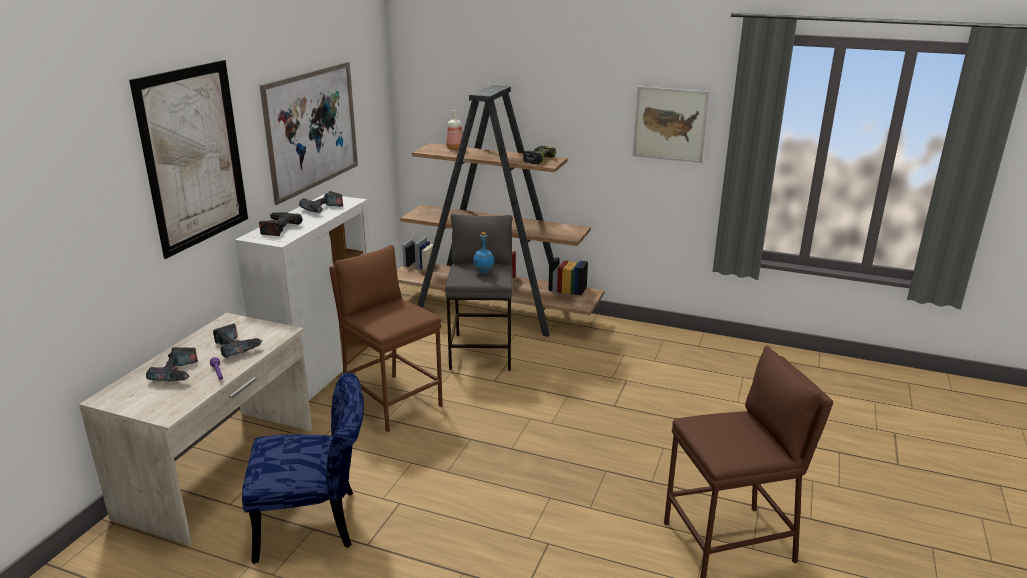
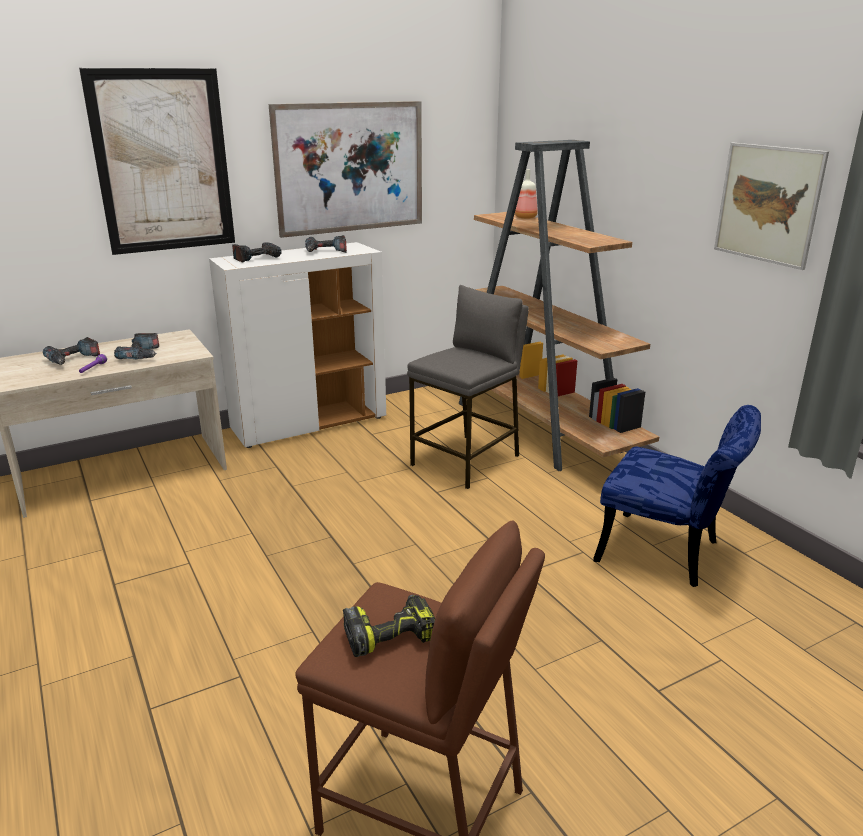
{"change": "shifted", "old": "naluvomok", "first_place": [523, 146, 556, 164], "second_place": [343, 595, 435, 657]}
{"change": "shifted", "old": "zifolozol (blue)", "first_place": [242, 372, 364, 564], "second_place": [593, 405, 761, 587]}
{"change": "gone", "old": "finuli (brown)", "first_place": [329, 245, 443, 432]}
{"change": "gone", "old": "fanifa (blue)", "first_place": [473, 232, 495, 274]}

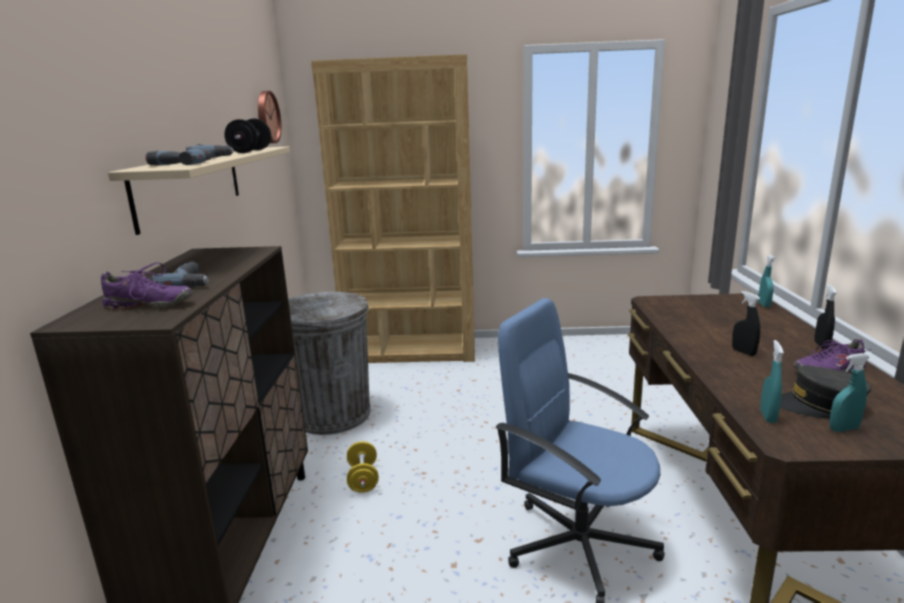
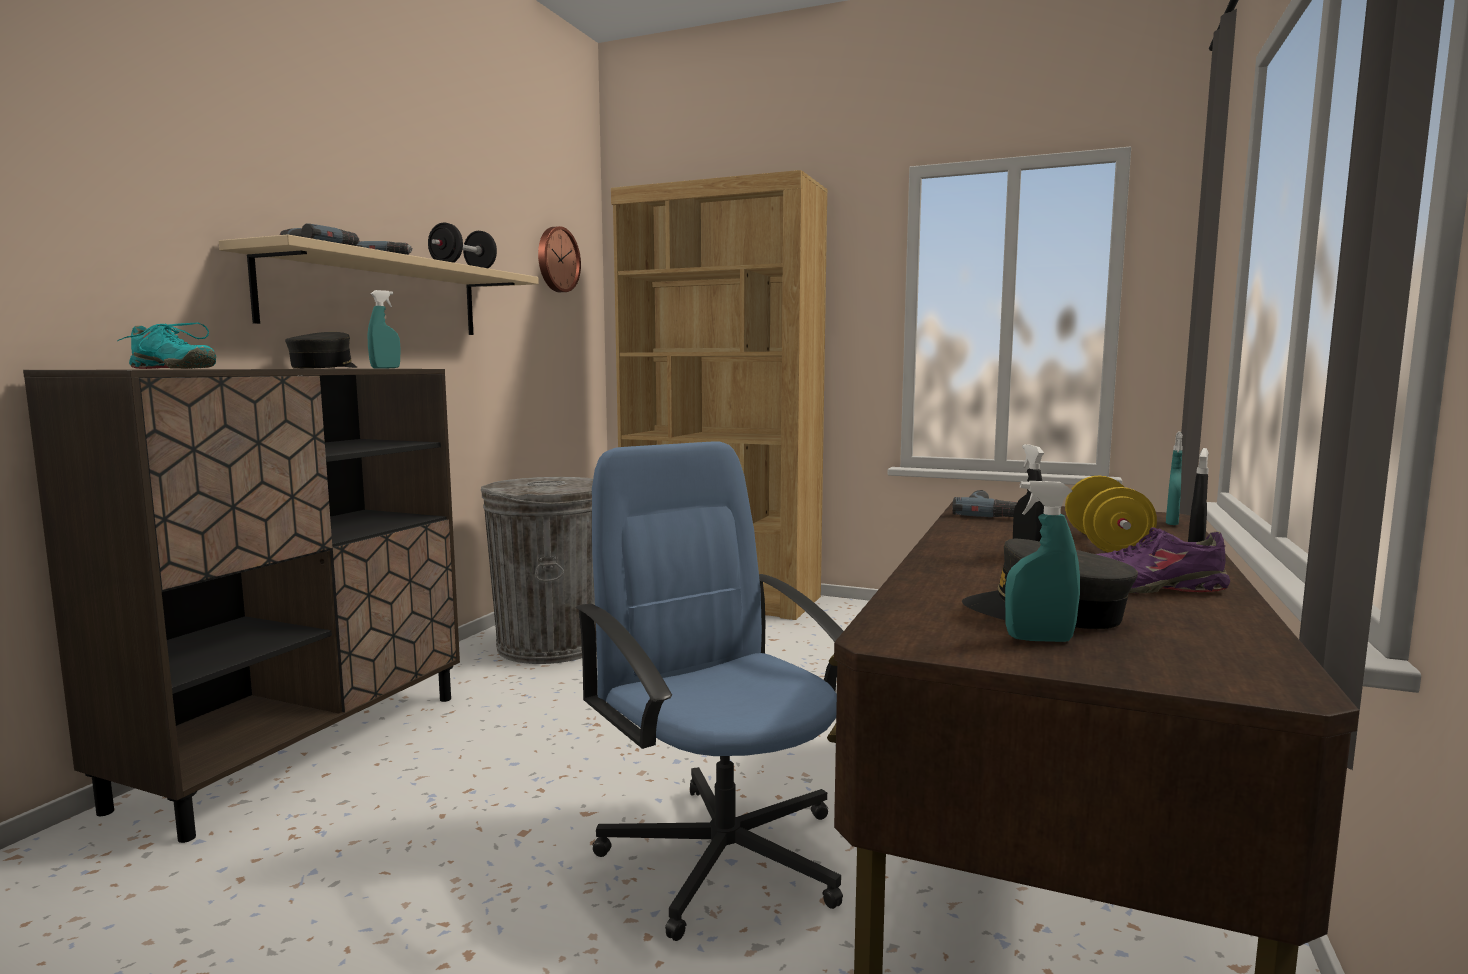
{"change": "repainted", "old": "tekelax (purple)", "new": "tekelax (turquoise)", "first_place": [101, 262, 193, 309], "second_place": [118, 323, 216, 369]}
{"change": "new", "new": "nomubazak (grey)", "second_place": [285, 332, 357, 369]}
{"change": "shifted", "old": "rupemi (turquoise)", "first_place": [760, 340, 784, 423], "second_place": [368, 290, 401, 368]}
{"change": "shifted", "old": "naluvomok", "first_place": [151, 261, 209, 287], "second_place": [952, 490, 1017, 517]}
{"change": "shifted", "old": "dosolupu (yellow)", "first_place": [347, 441, 379, 493], "second_place": [1065, 476, 1157, 553]}

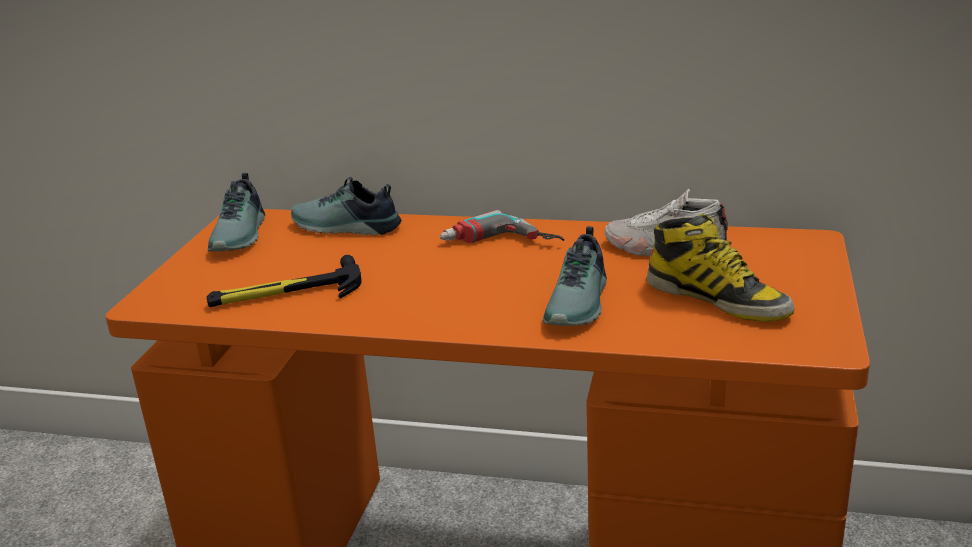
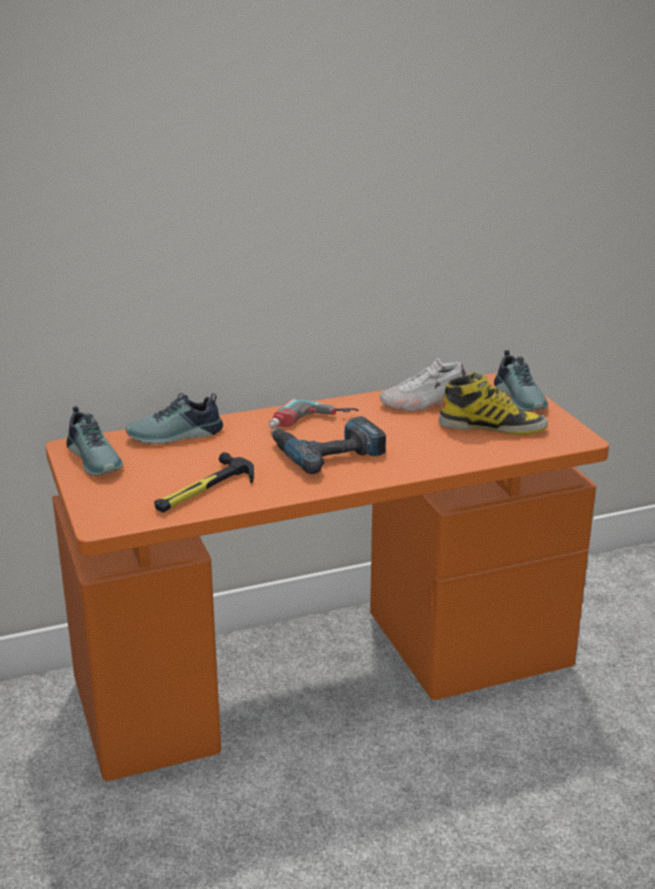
{"change": "new", "new": "naluvomok", "second_place": [272, 416, 386, 474]}
{"change": "shifted", "old": "tekelax", "first_place": [543, 226, 607, 326], "second_place": [494, 350, 548, 411]}

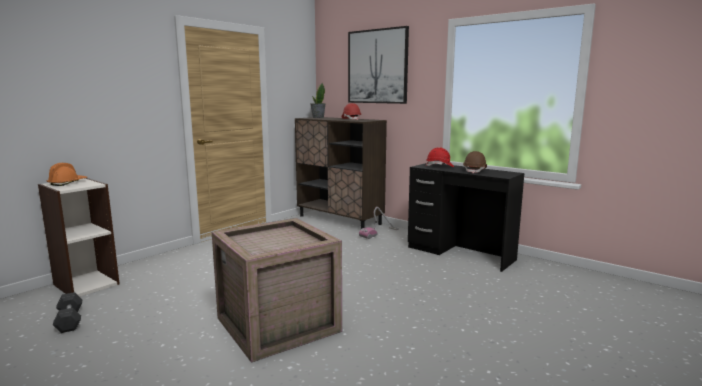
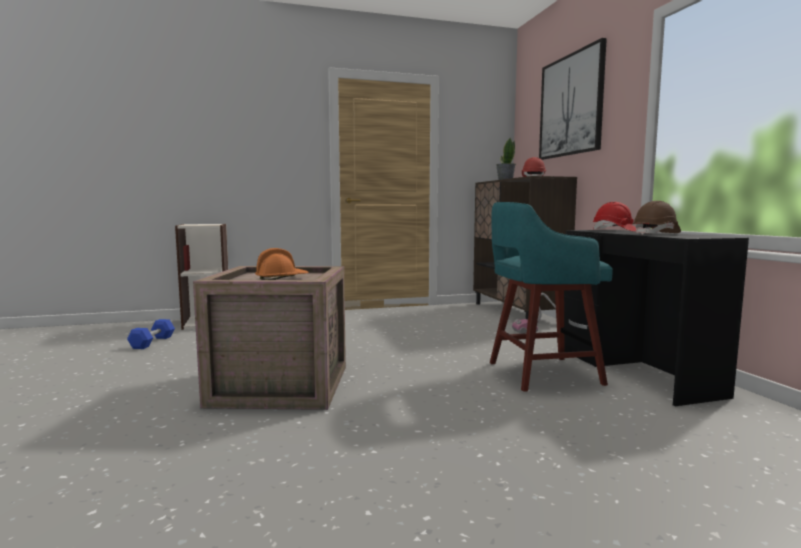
{"change": "repainted", "old": "dosolupu (grey)", "new": "dosolupu (blue)", "first_place": [53, 292, 82, 333], "second_place": [127, 319, 175, 349]}
{"change": "shifted", "old": "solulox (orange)", "first_place": [47, 163, 87, 186], "second_place": [255, 248, 309, 280]}
{"change": "new", "new": "finuli (turquoise)", "second_place": [490, 202, 613, 392]}

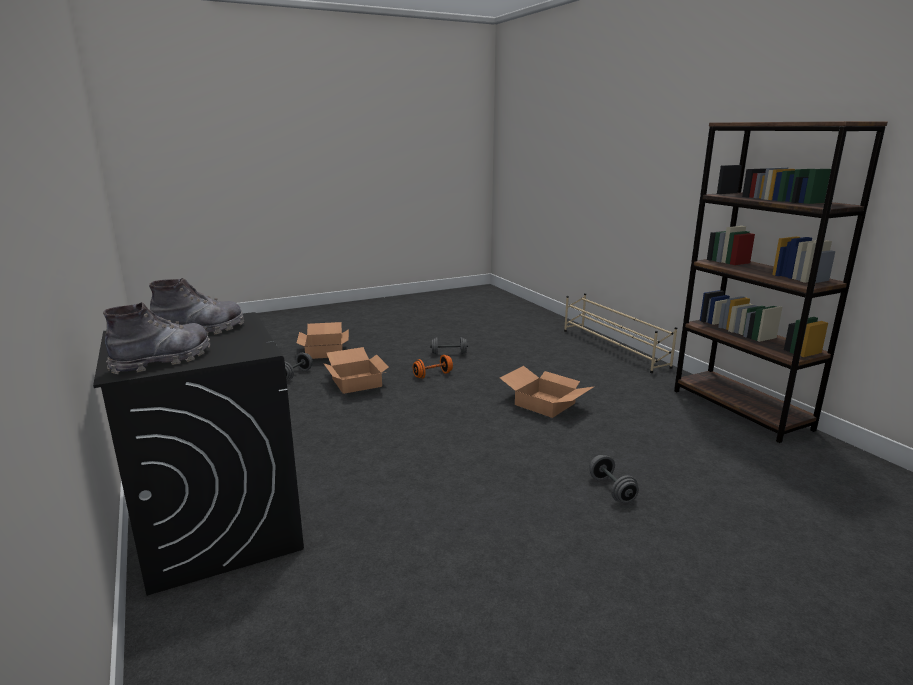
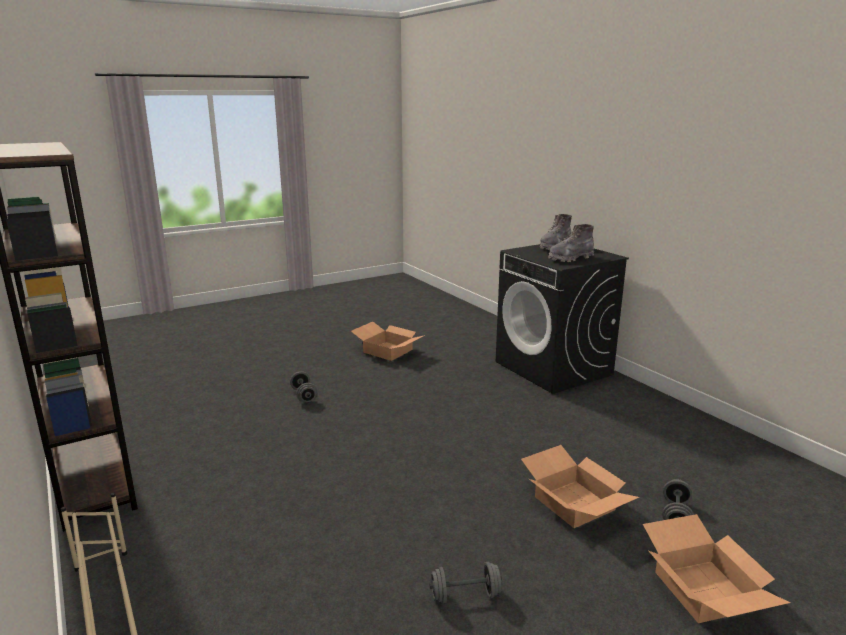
{"change": "shifted", "old": "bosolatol", "first_place": [500, 366, 595, 418], "second_place": [351, 322, 425, 361]}
{"change": "gone", "old": "dosolupu (orange)", "first_place": [413, 355, 453, 379]}

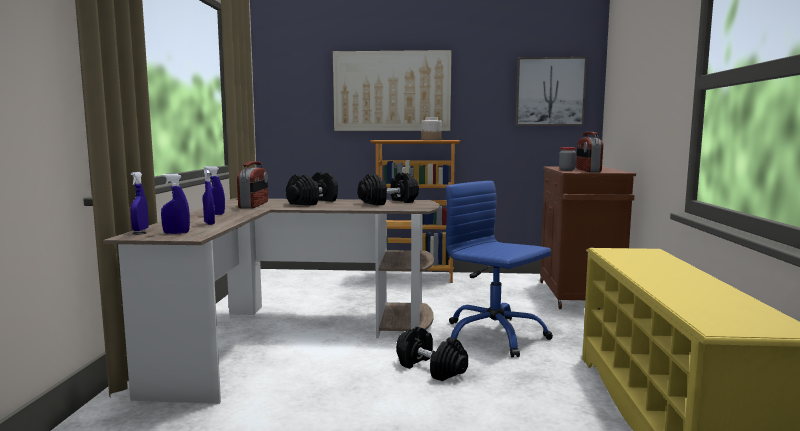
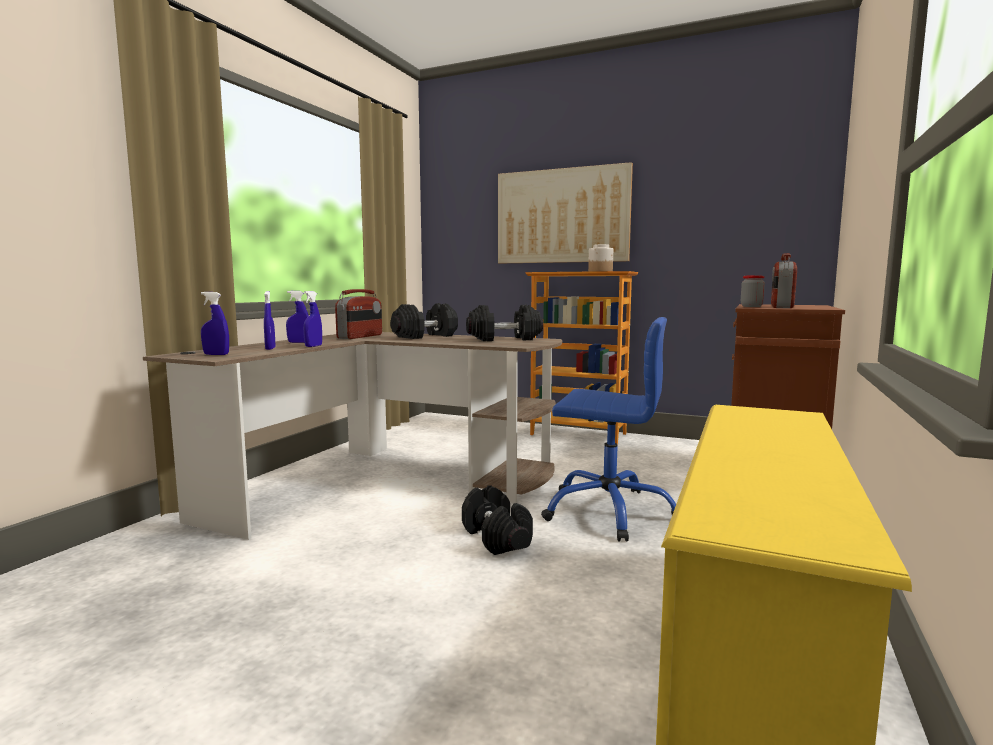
{"change": "shifted", "old": "rupemi (blue)", "first_place": [131, 172, 149, 231], "second_place": [303, 291, 322, 347]}
{"change": "rotated", "old": "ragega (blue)", "first_place": [446, 181, 553, 358], "second_place": [541, 317, 676, 541], "degrees": 135}
{"change": "gone", "old": "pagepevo", "first_place": [516, 57, 587, 126]}

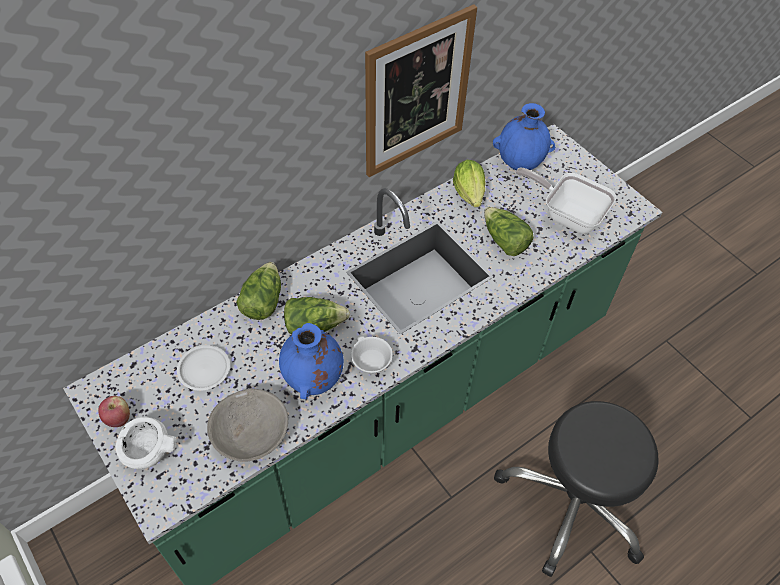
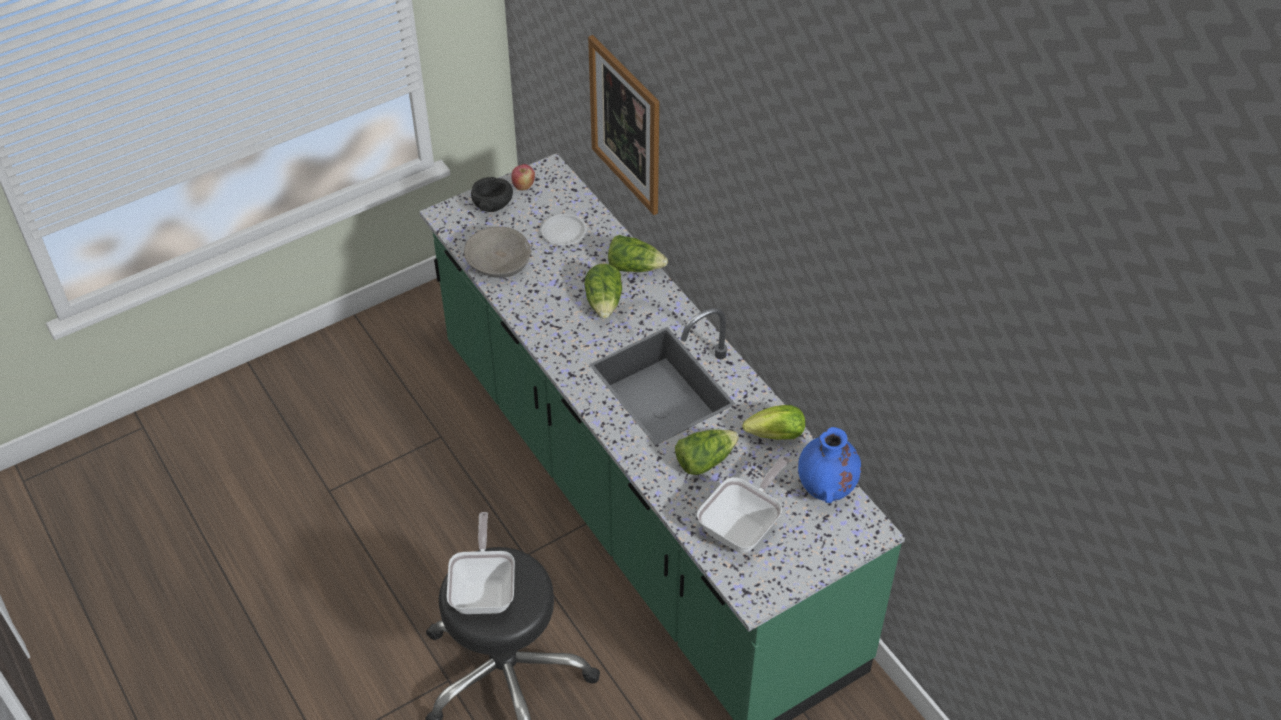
{"change": "new", "new": "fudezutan", "second_place": [446, 512, 515, 614]}
{"change": "repainted", "old": "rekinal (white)", "new": "rekinal (black)", "first_place": [116, 417, 177, 469], "second_place": [471, 177, 513, 212]}
{"change": "shifted", "old": "pagepevo", "first_place": [365, 4, 477, 177], "second_place": [588, 35, 659, 215]}
{"change": "gone", "old": "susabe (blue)", "first_place": [279, 323, 344, 399]}
{"change": "gone", "old": "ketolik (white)", "first_place": [351, 336, 393, 374]}

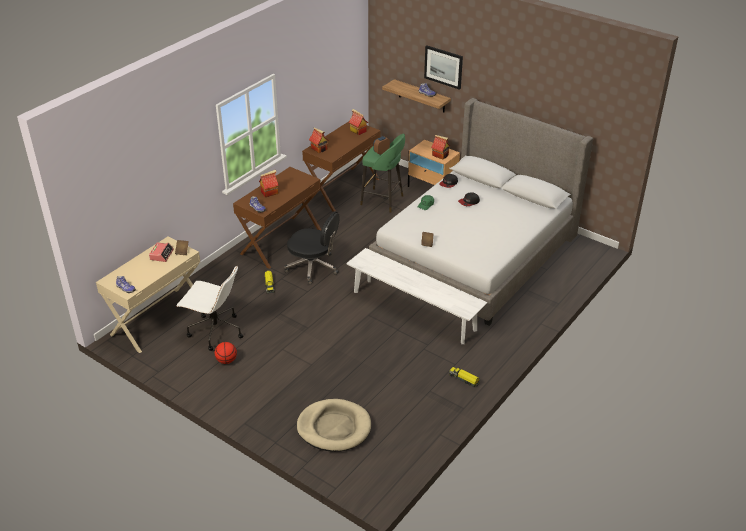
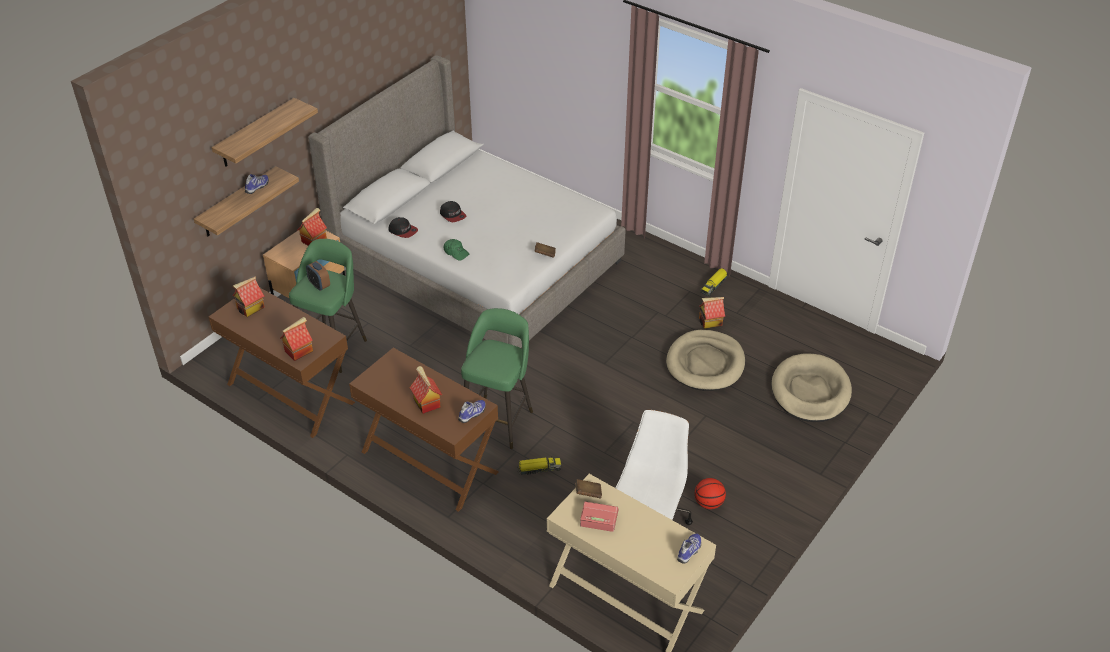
{"change": "swapped", "old": "pagepevo", "new": "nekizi", "first_place": [424, 45, 463, 90], "second_place": [211, 98, 318, 167]}
{"change": "swapped", "old": "ragega (black)", "new": "finuli (green)", "first_place": [284, 211, 340, 285], "second_place": [461, 308, 533, 449]}
{"change": "new", "new": "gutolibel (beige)", "second_place": [666, 330, 745, 391]}
{"change": "new", "new": "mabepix", "second_place": [699, 297, 725, 329]}
{"change": "gone", "old": "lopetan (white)", "first_place": [346, 248, 487, 344]}

